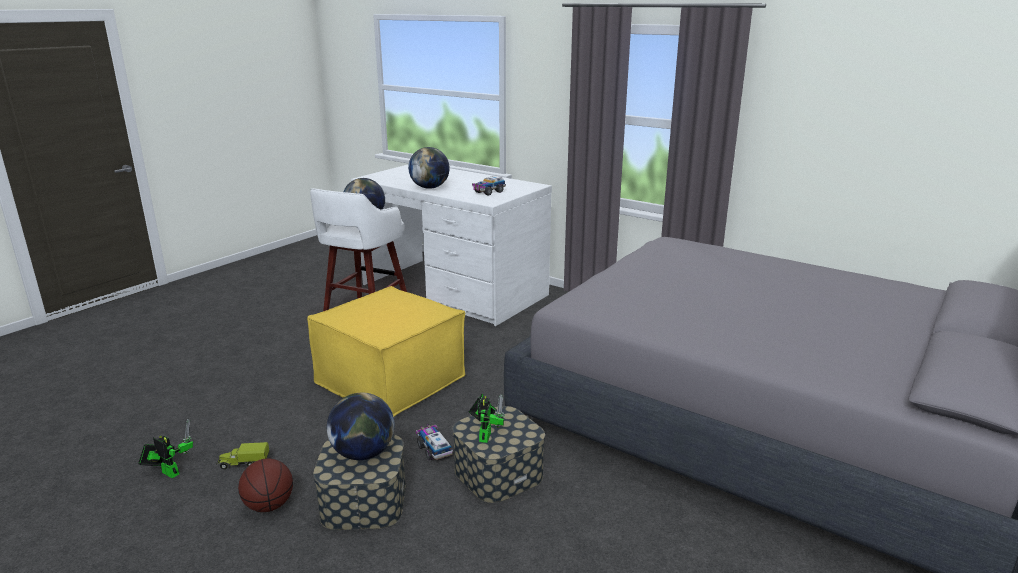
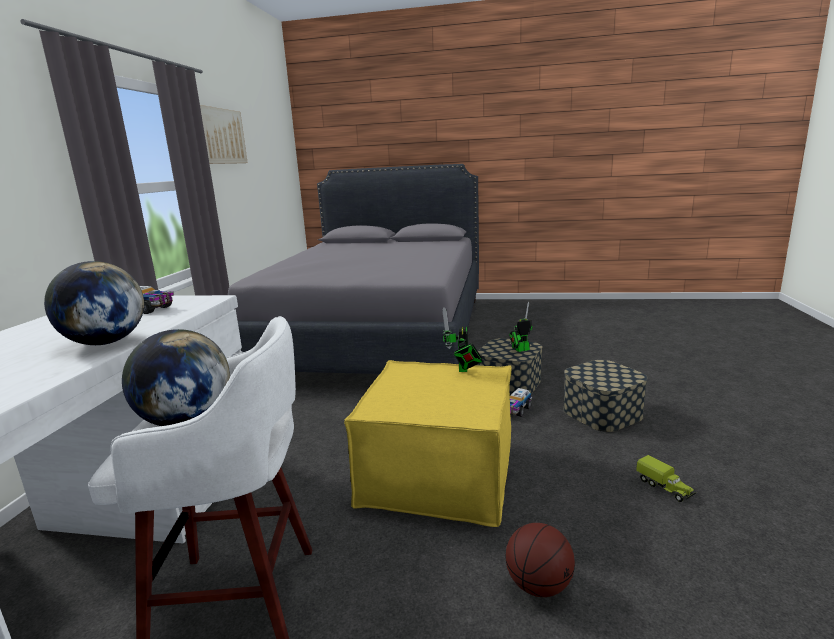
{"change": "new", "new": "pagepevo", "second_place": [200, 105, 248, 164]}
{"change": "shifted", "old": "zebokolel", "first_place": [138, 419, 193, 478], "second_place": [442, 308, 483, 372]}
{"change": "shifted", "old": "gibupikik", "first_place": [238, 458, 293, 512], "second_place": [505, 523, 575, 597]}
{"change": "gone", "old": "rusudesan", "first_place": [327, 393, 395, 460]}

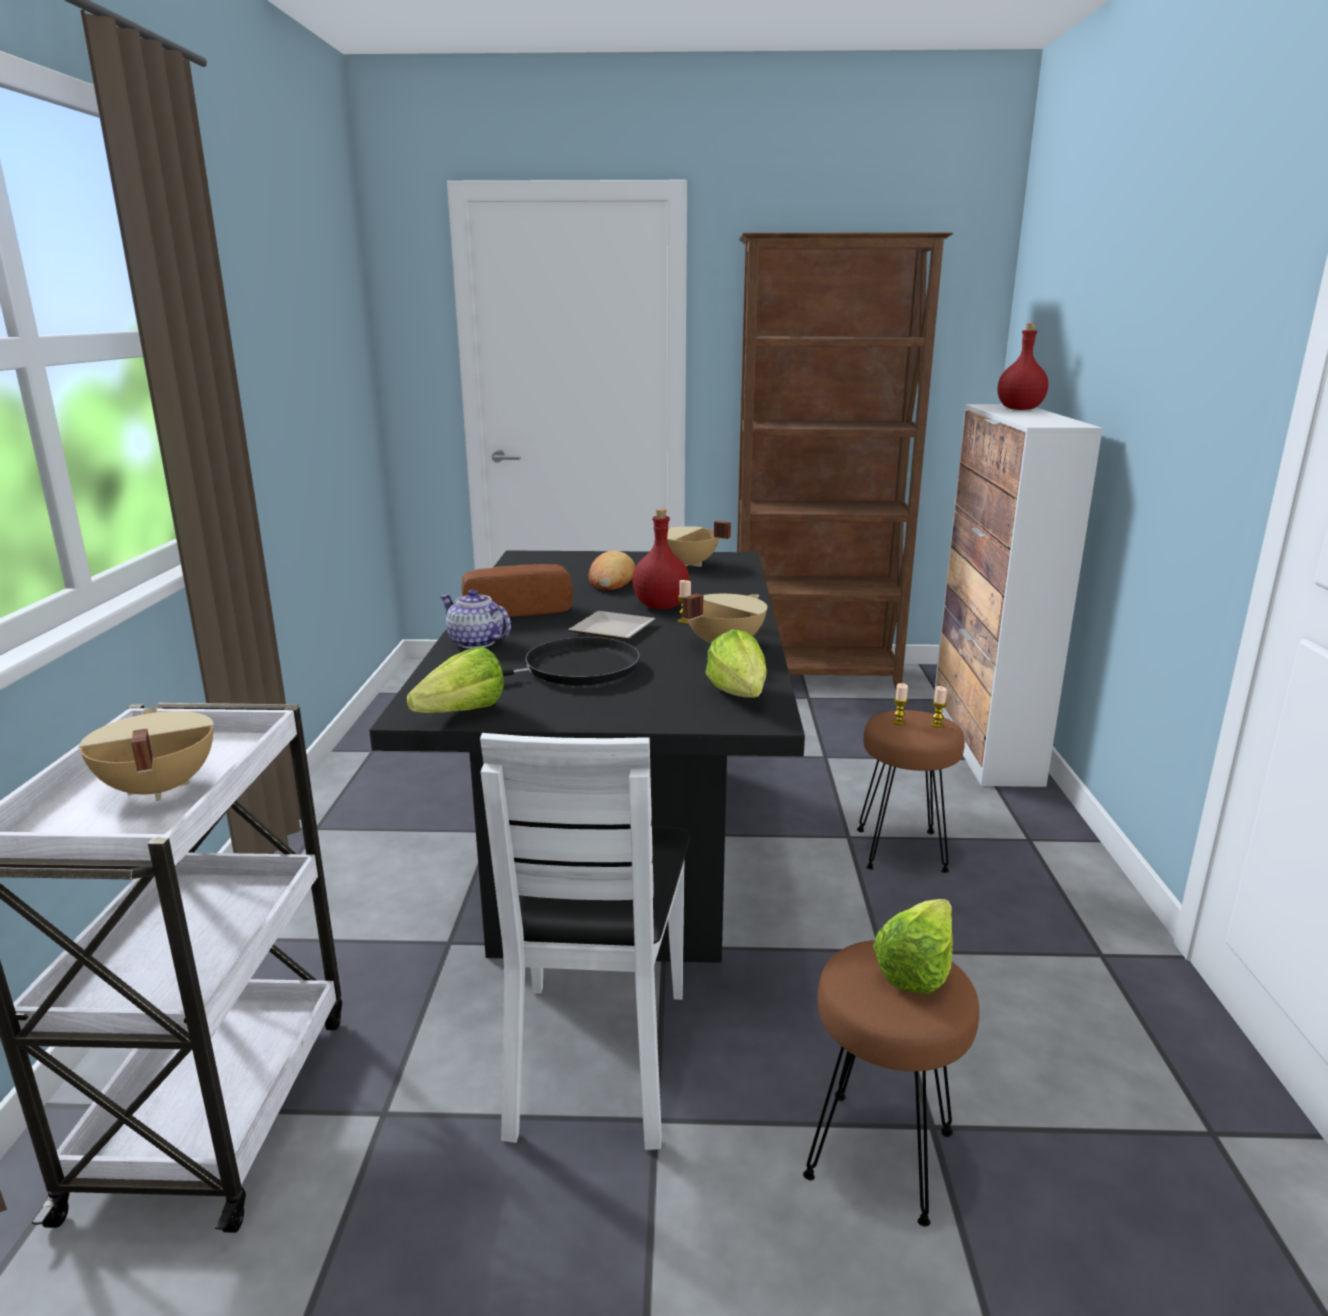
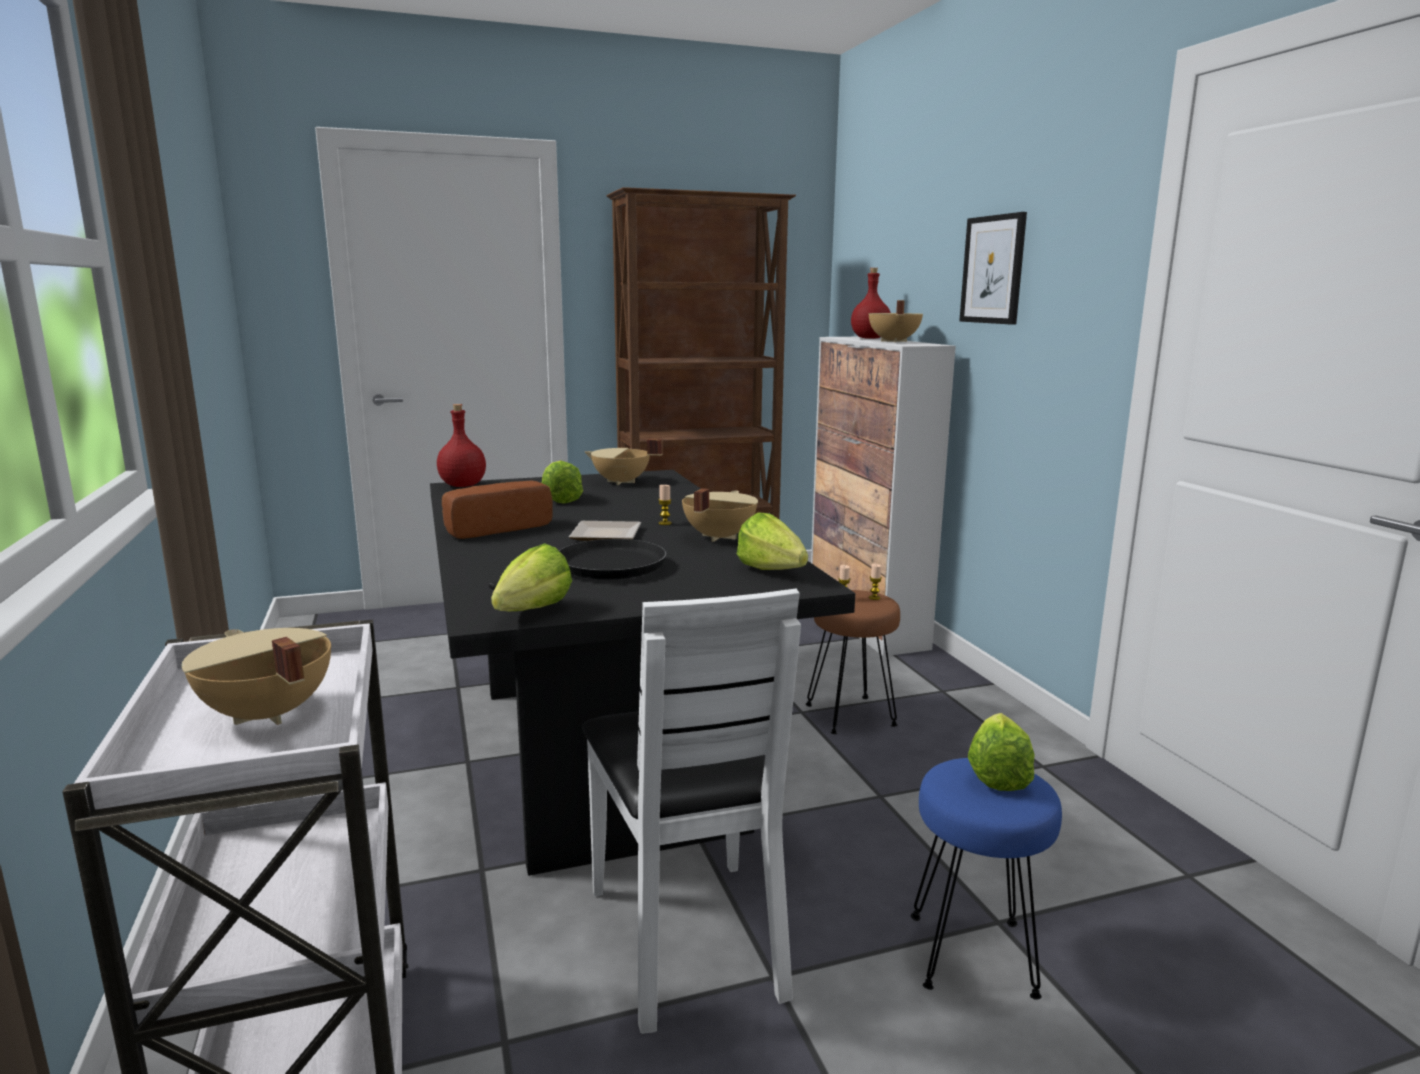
{"change": "shifted", "old": "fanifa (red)", "first_place": [632, 509, 690, 609], "second_place": [437, 404, 486, 487]}
{"change": "swapped", "old": "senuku", "new": "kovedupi", "first_place": [588, 551, 635, 590], "second_place": [542, 461, 583, 504]}
{"change": "new", "new": "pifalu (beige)", "second_place": [868, 300, 923, 342]}
{"change": "repainted", "old": "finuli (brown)", "new": "finuli (blue)", "first_place": [803, 940, 979, 1226], "second_place": [911, 758, 1062, 1000]}
{"change": "new", "new": "pagepevo", "second_place": [959, 212, 1027, 325]}
{"change": "gone", "old": "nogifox", "first_place": [439, 589, 511, 649]}

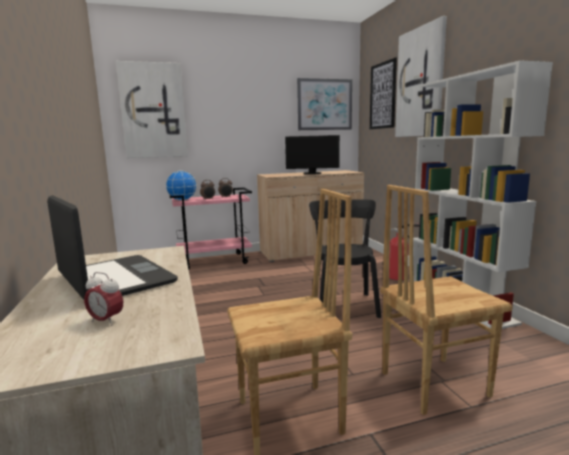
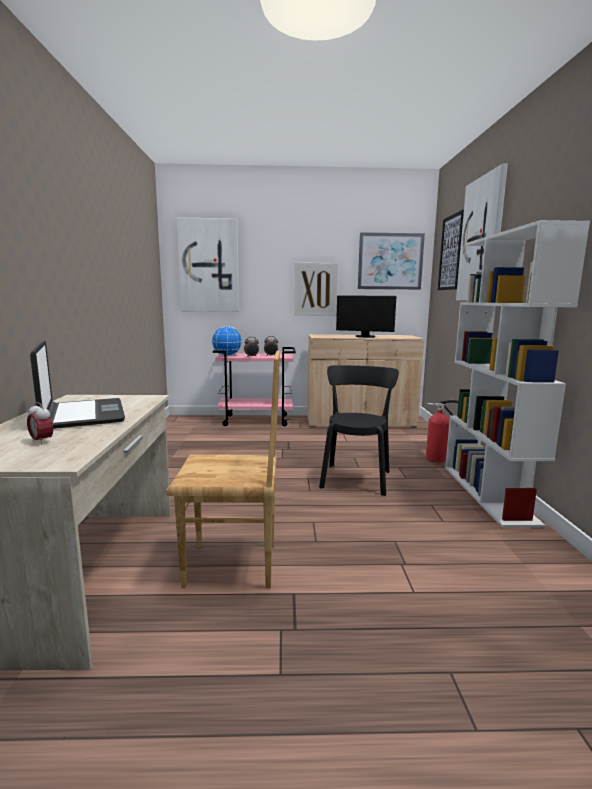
{"change": "new", "new": "pagepevo", "second_place": [294, 263, 338, 316]}
{"change": "gone", "old": "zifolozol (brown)", "first_place": [380, 185, 513, 415]}

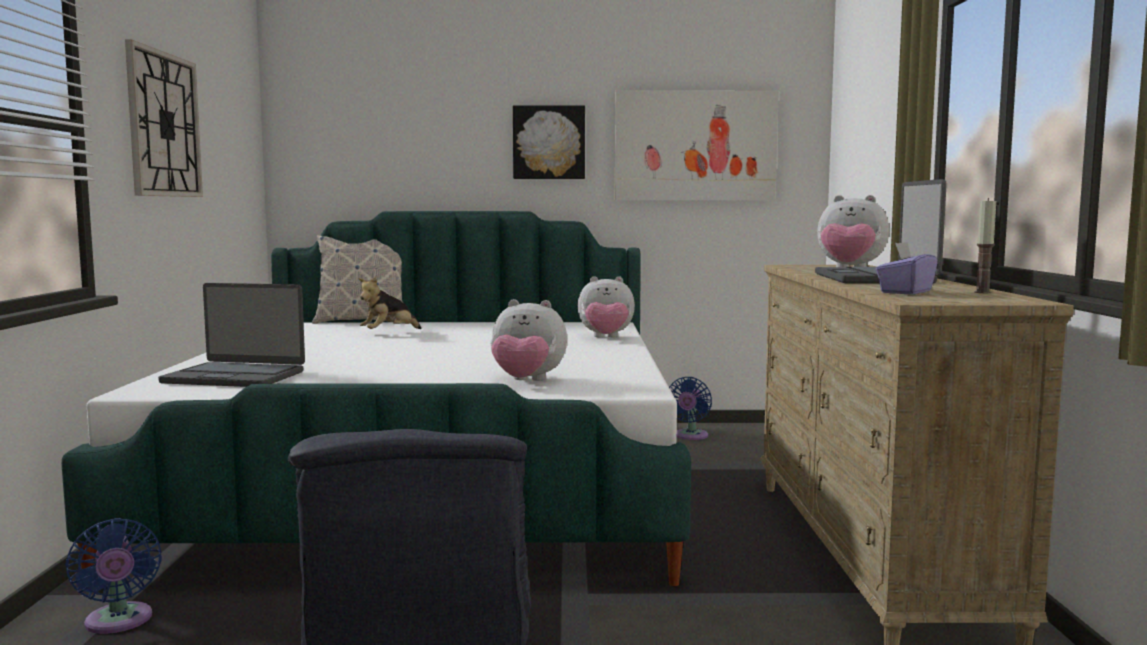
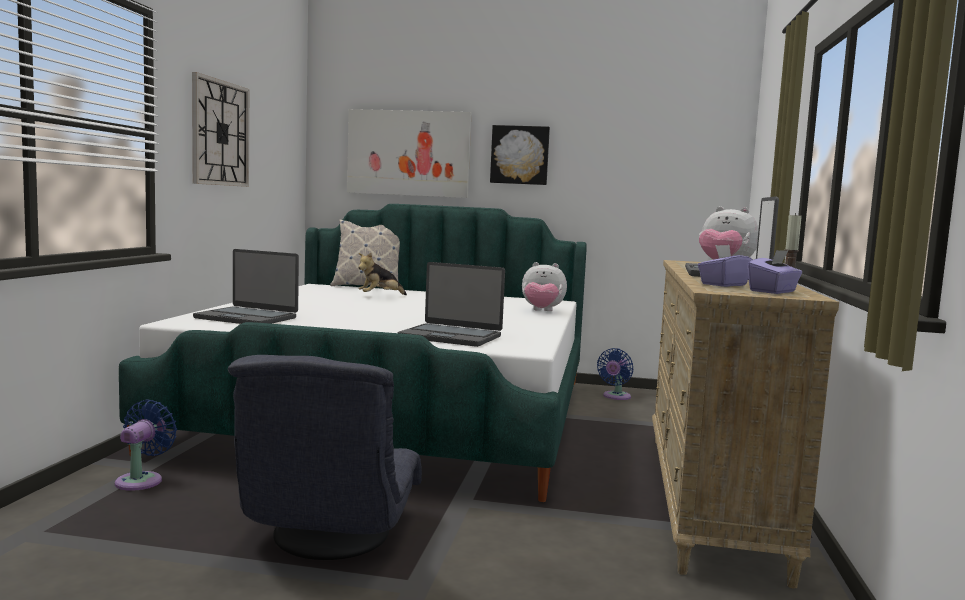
{"change": "rotated", "old": "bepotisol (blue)", "first_place": [65, 518, 162, 634], "second_place": [115, 400, 177, 491], "degrees": -150}
{"change": "shifted", "old": "pagepevo", "first_place": [615, 91, 779, 200], "second_place": [347, 109, 471, 198]}
{"change": "swapped", "old": "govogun", "new": "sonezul", "first_place": [491, 299, 567, 381], "second_place": [397, 262, 505, 347]}
{"change": "new", "new": "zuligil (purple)", "second_place": [747, 250, 802, 294]}

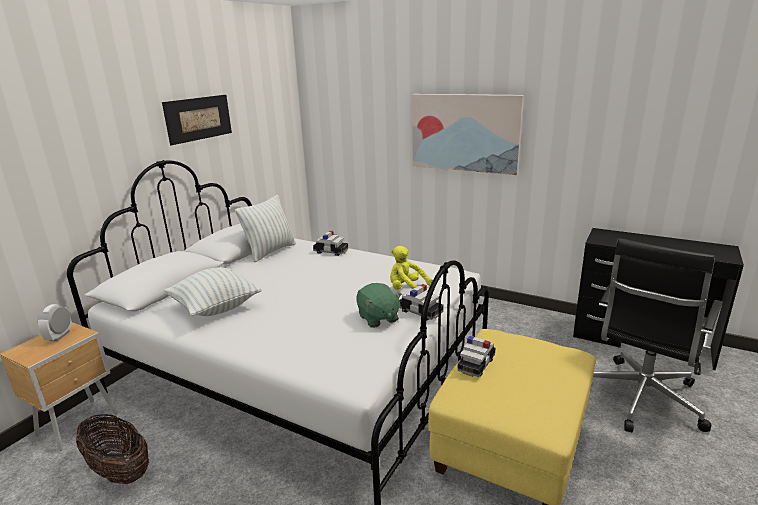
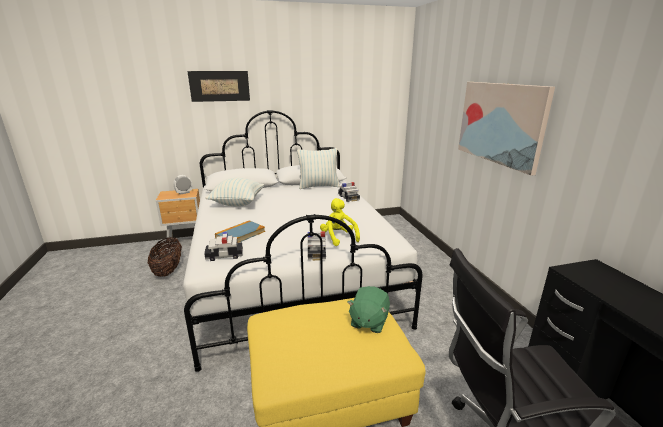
{"change": "shifted", "old": "pagepevo", "first_place": [162, 95, 232, 145], "second_place": [187, 71, 250, 102]}
{"change": "shifted", "old": "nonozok", "first_place": [457, 336, 495, 377], "second_place": [204, 232, 243, 261]}
{"change": "new", "new": "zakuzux", "second_place": [215, 220, 265, 243]}
{"change": "shifted", "old": "govogun (green)", "first_place": [356, 283, 402, 328], "second_place": [347, 286, 390, 333]}

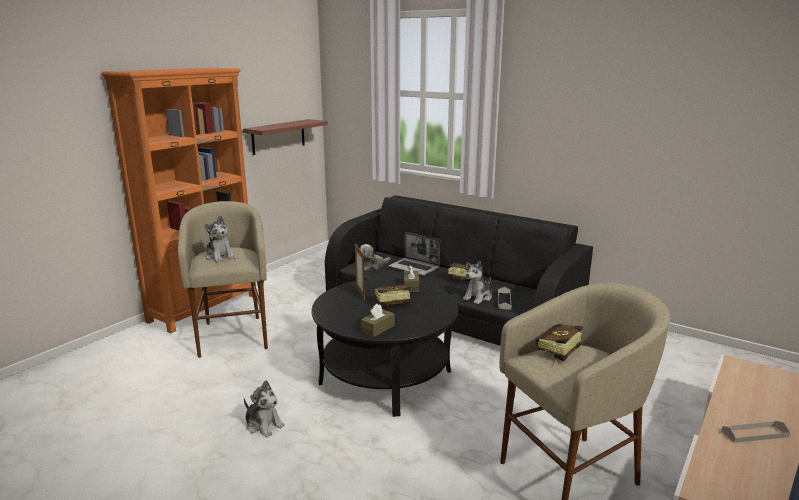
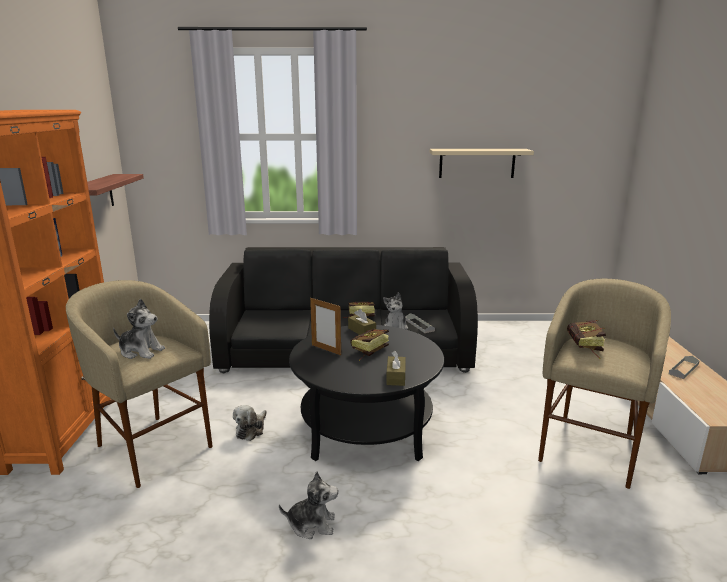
{"change": "shifted", "old": "govogun", "first_place": [360, 244, 391, 271], "second_place": [233, 405, 267, 441]}
{"change": "new", "new": "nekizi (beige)", "second_place": [429, 149, 534, 178]}
{"change": "gone", "old": "sonezul", "first_place": [389, 232, 440, 276]}

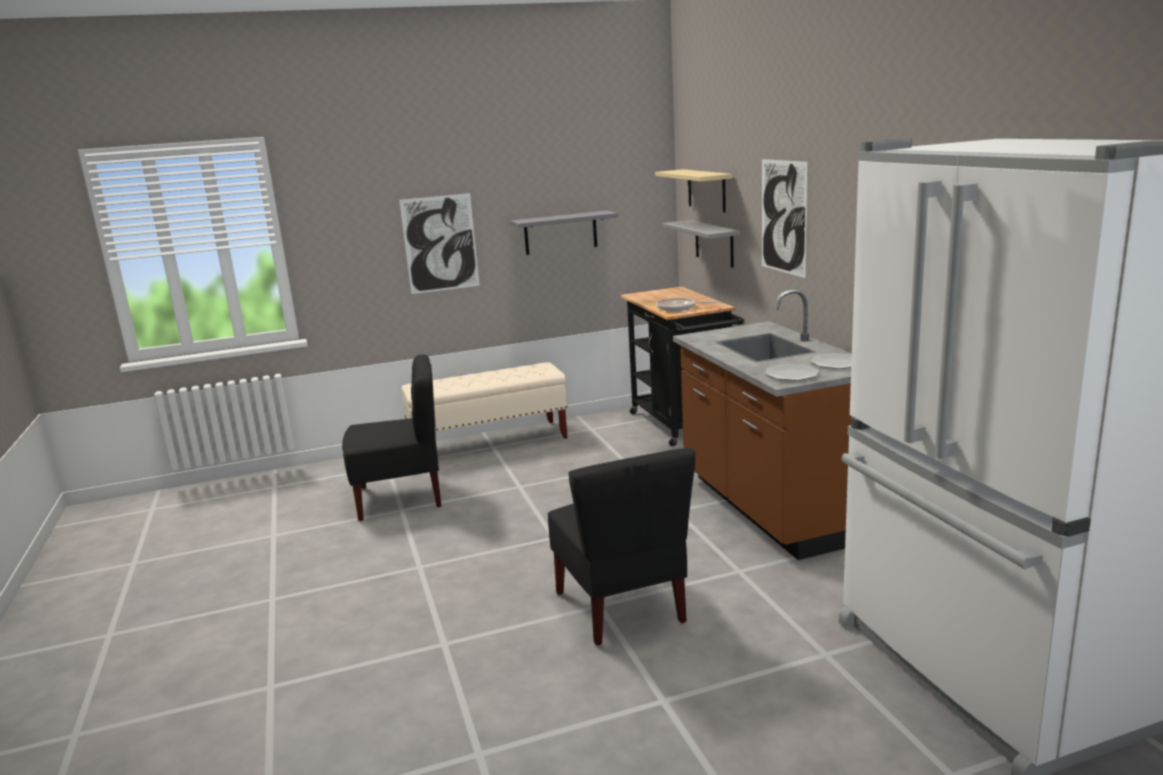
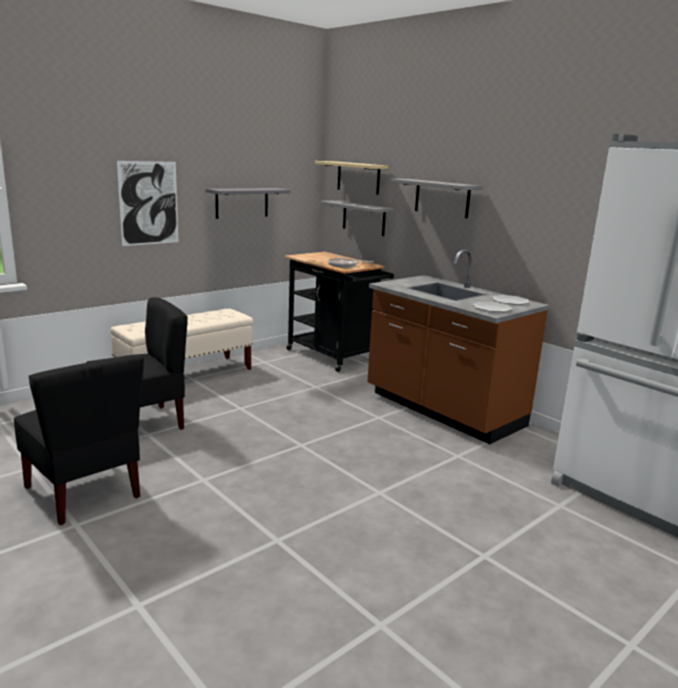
{"change": "shifted", "old": "zifolozol (black)", "first_place": [548, 448, 696, 645], "second_place": [14, 354, 144, 525]}
{"change": "swapped", "old": "pagepevo", "new": "nekizi (grey)", "first_place": [762, 159, 808, 278], "second_place": [391, 179, 481, 218]}

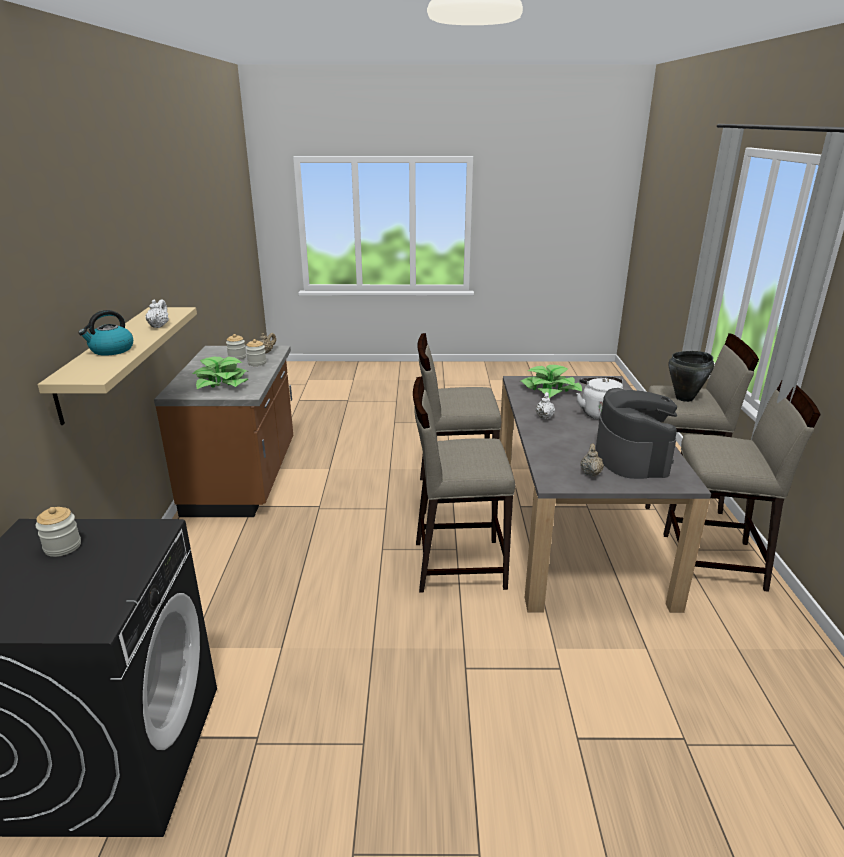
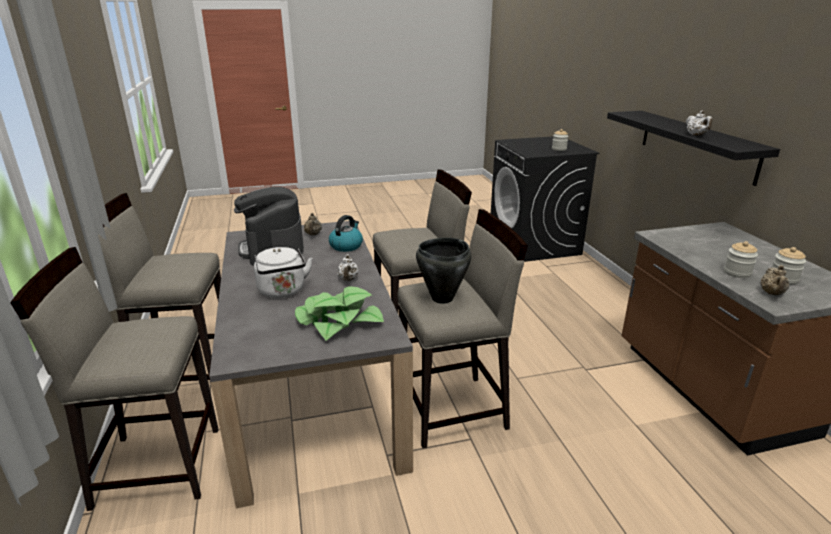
{"change": "shifted", "old": "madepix", "first_place": [78, 310, 133, 356], "second_place": [329, 215, 363, 252]}
{"change": "shifted", "old": "pifalu (black)", "first_place": [669, 351, 714, 402], "second_place": [416, 238, 471, 304]}
{"change": "repainted", "old": "nekizi (beige)", "new": "nekizi (black)", "first_place": [38, 307, 197, 425], "second_place": [607, 111, 780, 186]}
{"change": "gone", "old": "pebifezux", "first_place": [193, 357, 248, 389]}

